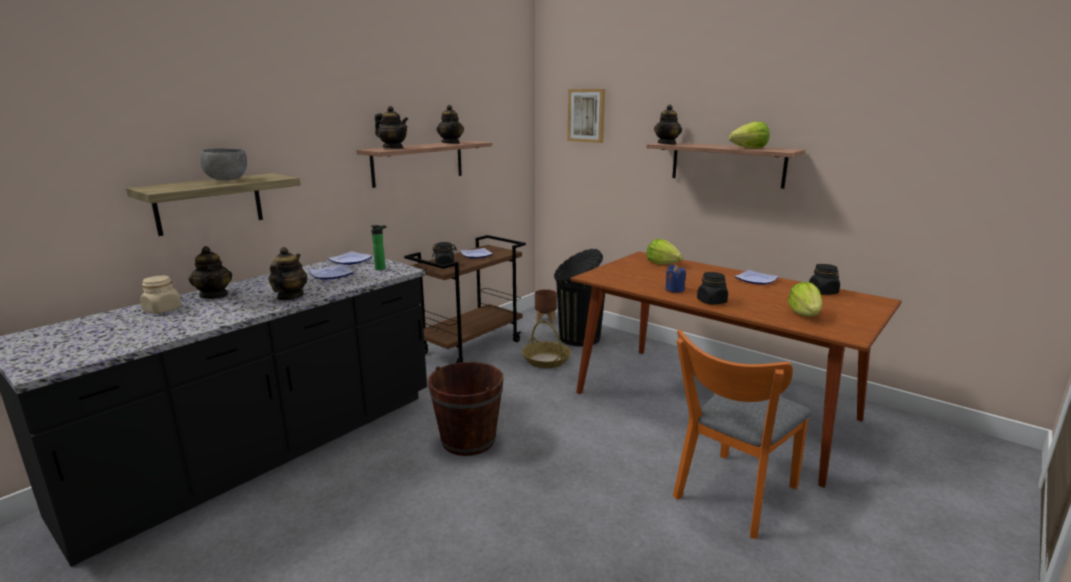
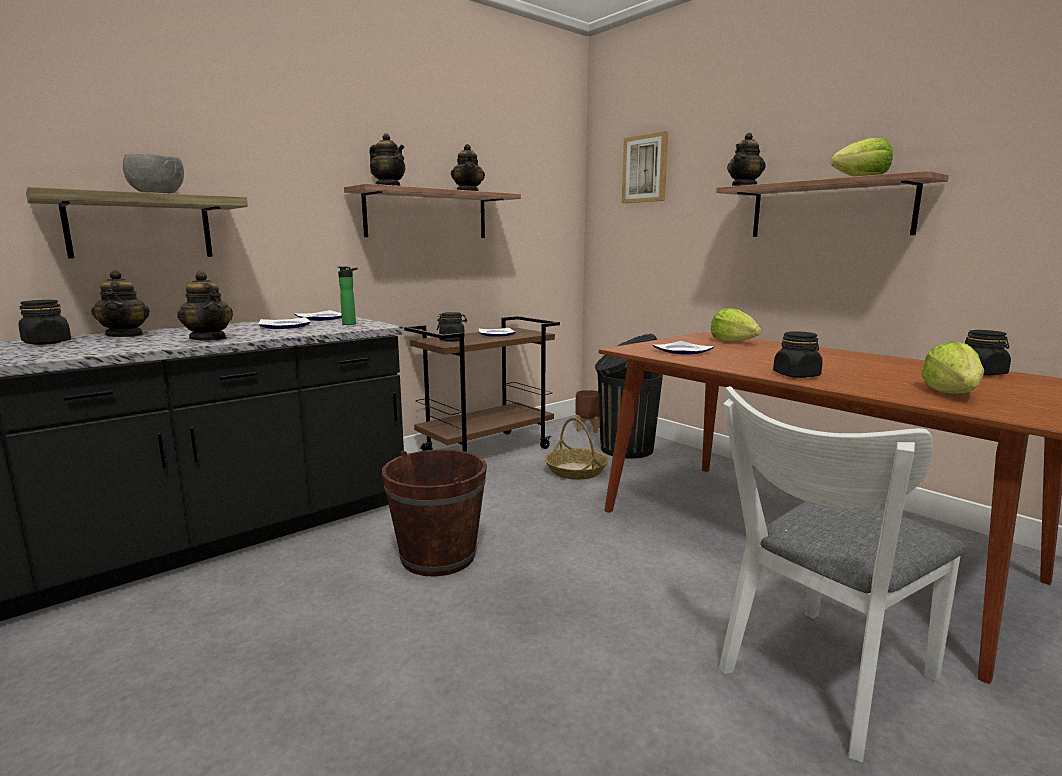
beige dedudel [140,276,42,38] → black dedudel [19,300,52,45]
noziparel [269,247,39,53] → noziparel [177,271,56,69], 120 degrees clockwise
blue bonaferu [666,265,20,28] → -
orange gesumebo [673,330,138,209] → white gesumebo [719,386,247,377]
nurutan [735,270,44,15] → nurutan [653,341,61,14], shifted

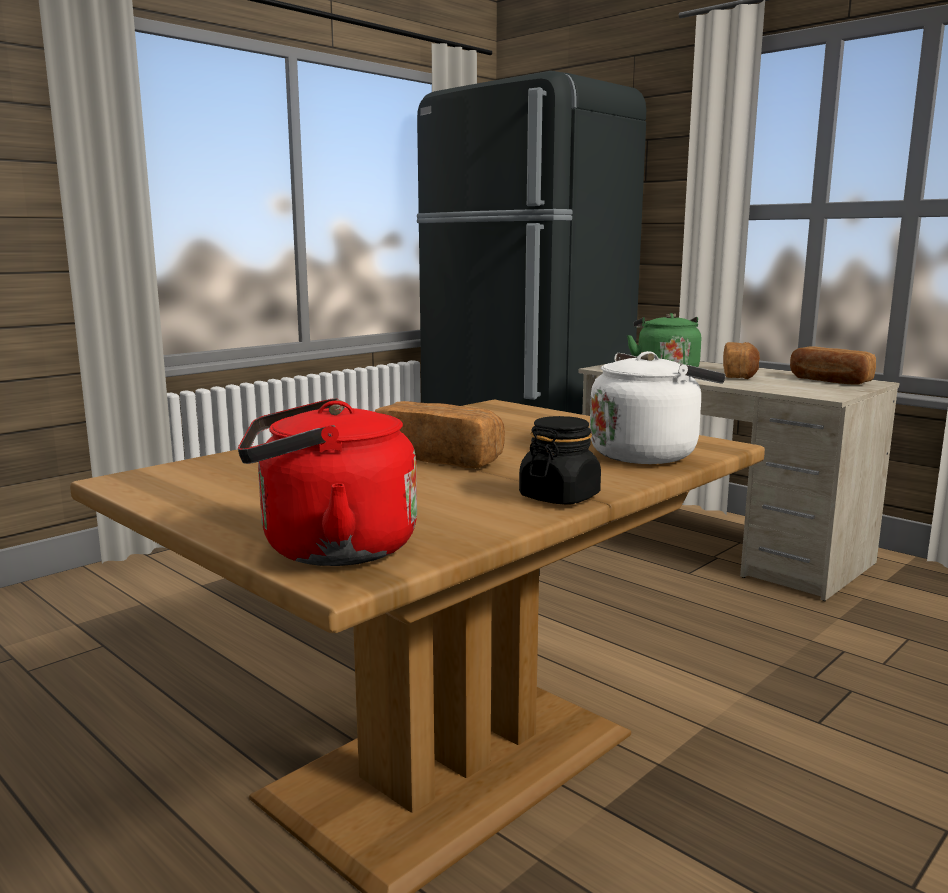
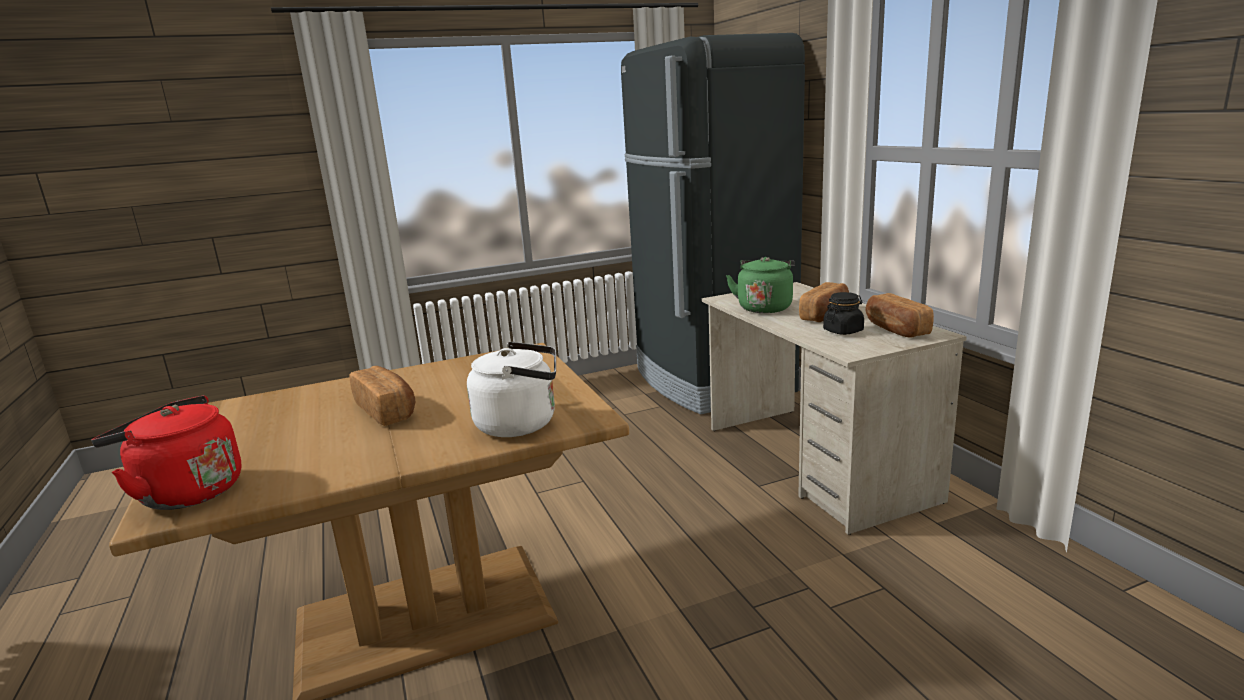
black dedudel [519,416,82,89] → black dedudel [823,292,41,43], shifted

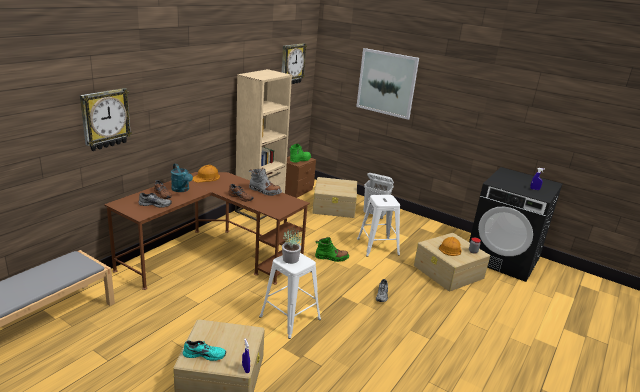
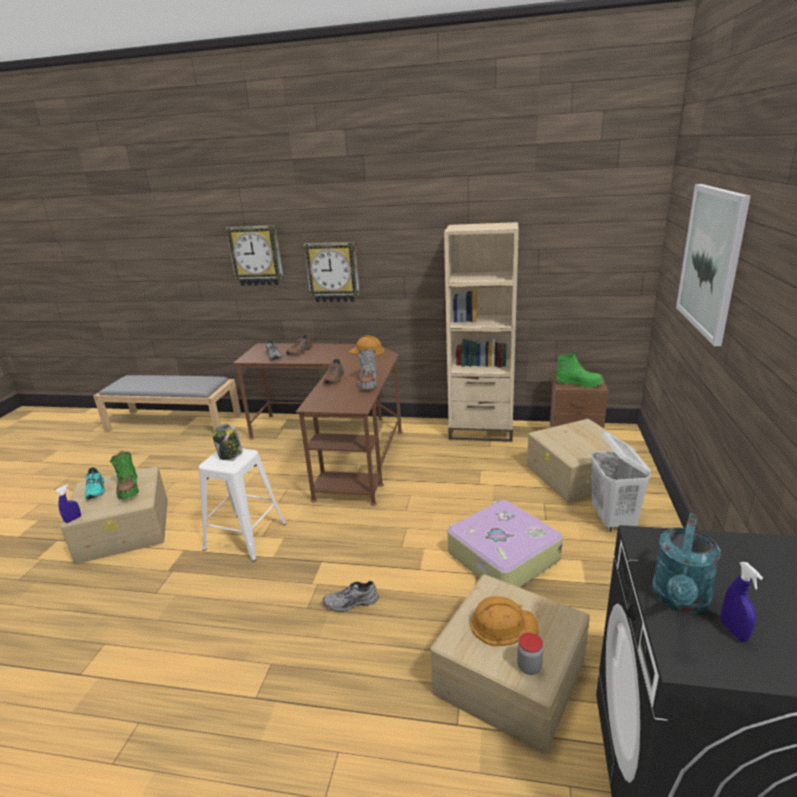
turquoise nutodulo [171,163,22,29] → turquoise nutodulo [651,513,70,101], shifted
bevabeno [282,43,25,41] → bevabeno [303,242,57,60], shifted
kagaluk [282,229,20,35] → dedudel [212,424,31,36]
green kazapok [315,237,34,25] → green kazapok [110,451,29,49], shifted
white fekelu [357,195,43,62] → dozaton [448,500,115,87]

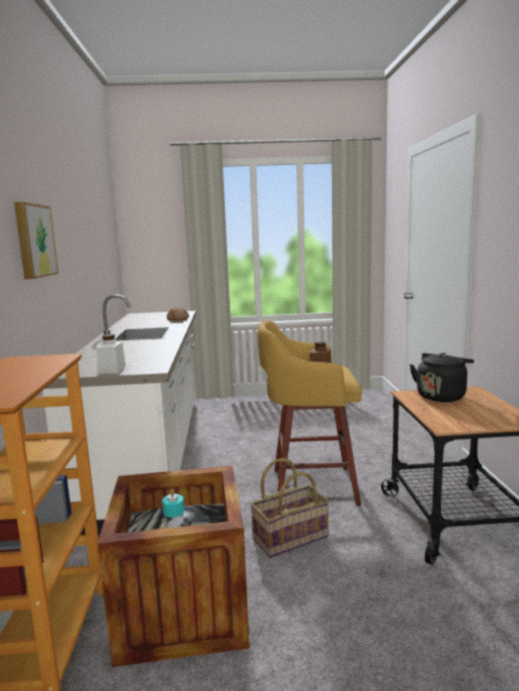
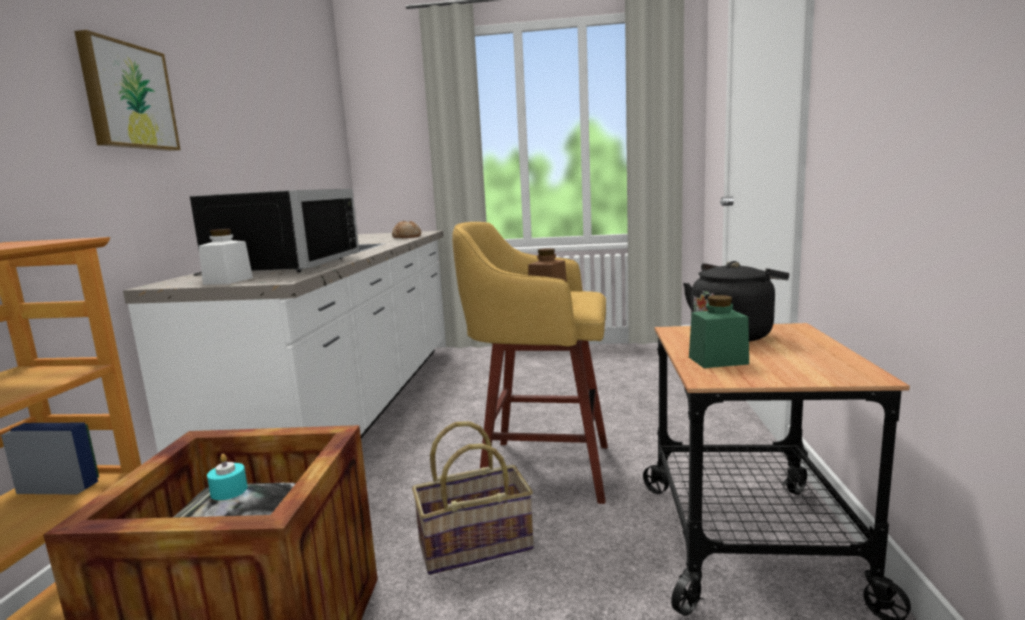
- → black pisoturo [190,189,169,87]
- → green dedudel [689,295,60,73]

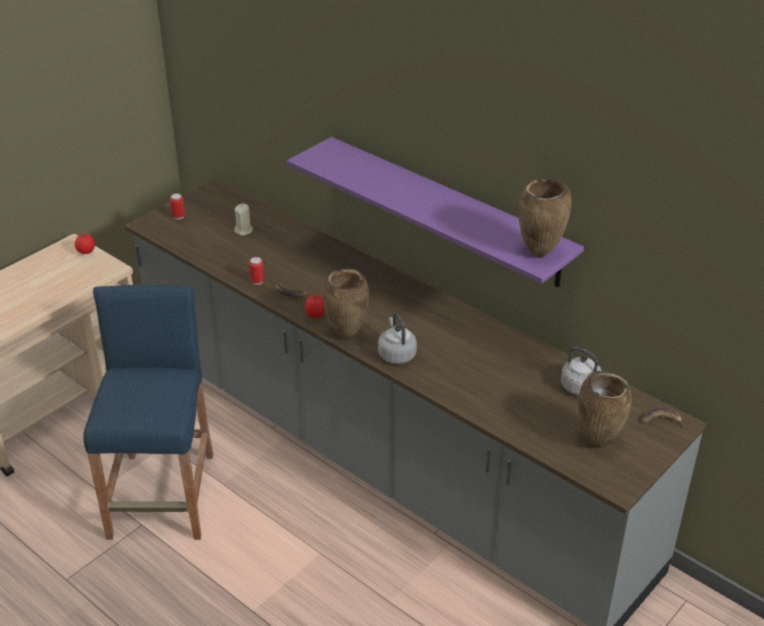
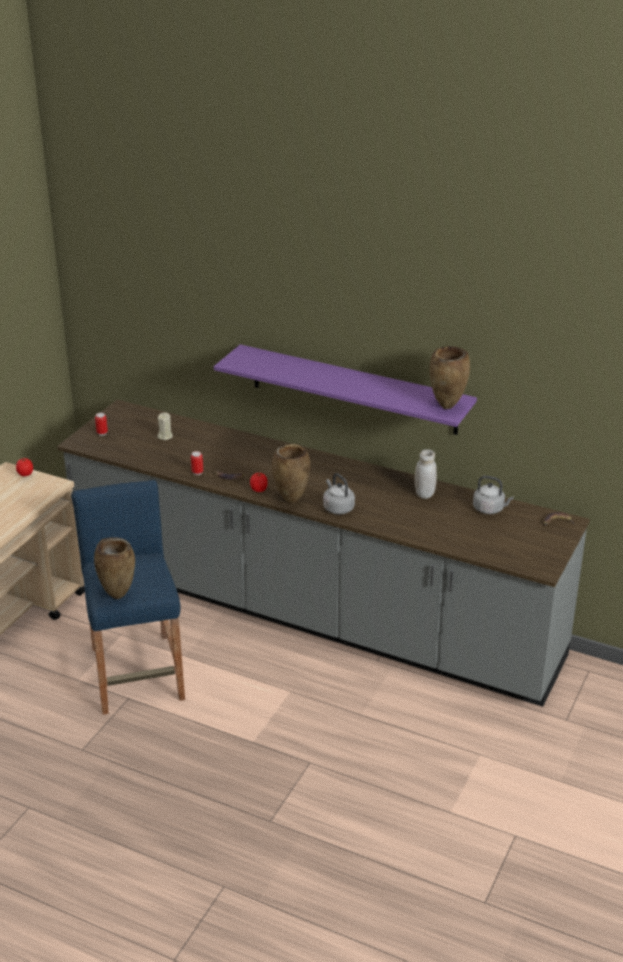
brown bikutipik [578,371,54,77] → brown bikutipik [94,537,41,62], shifted
- → white dedudel [415,449,22,50]

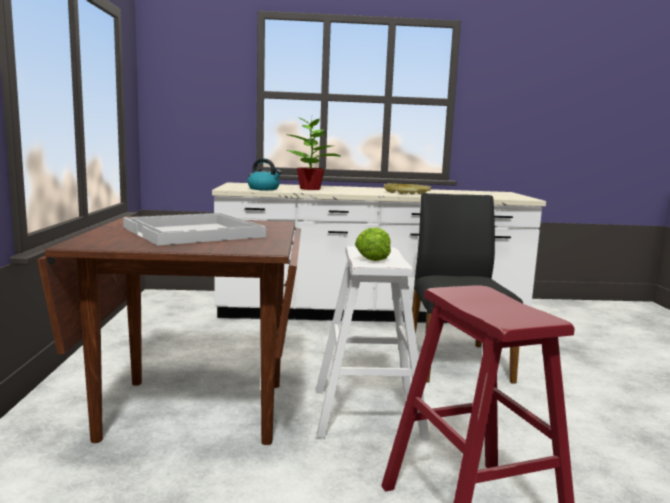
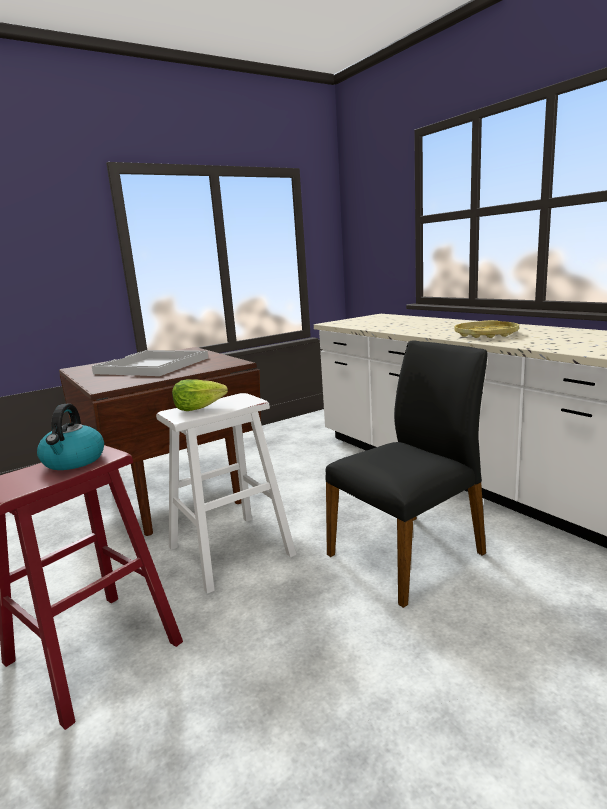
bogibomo [248,159,34,31] → bogibomo [37,403,67,67], shifted
kagaluk [286,114,55,76] → -

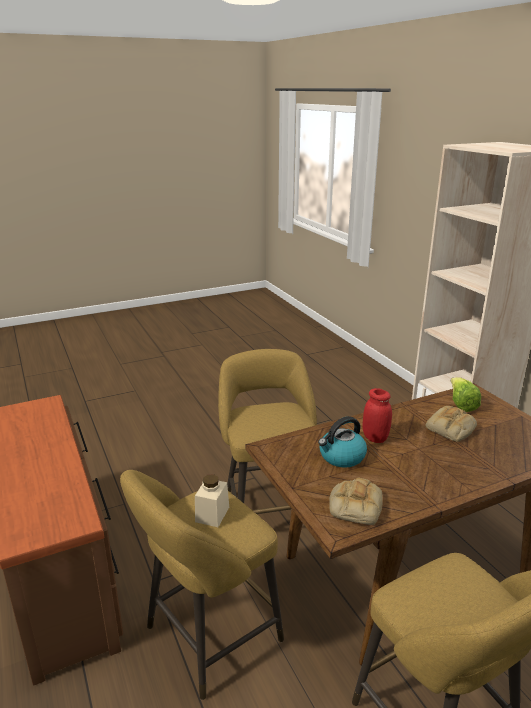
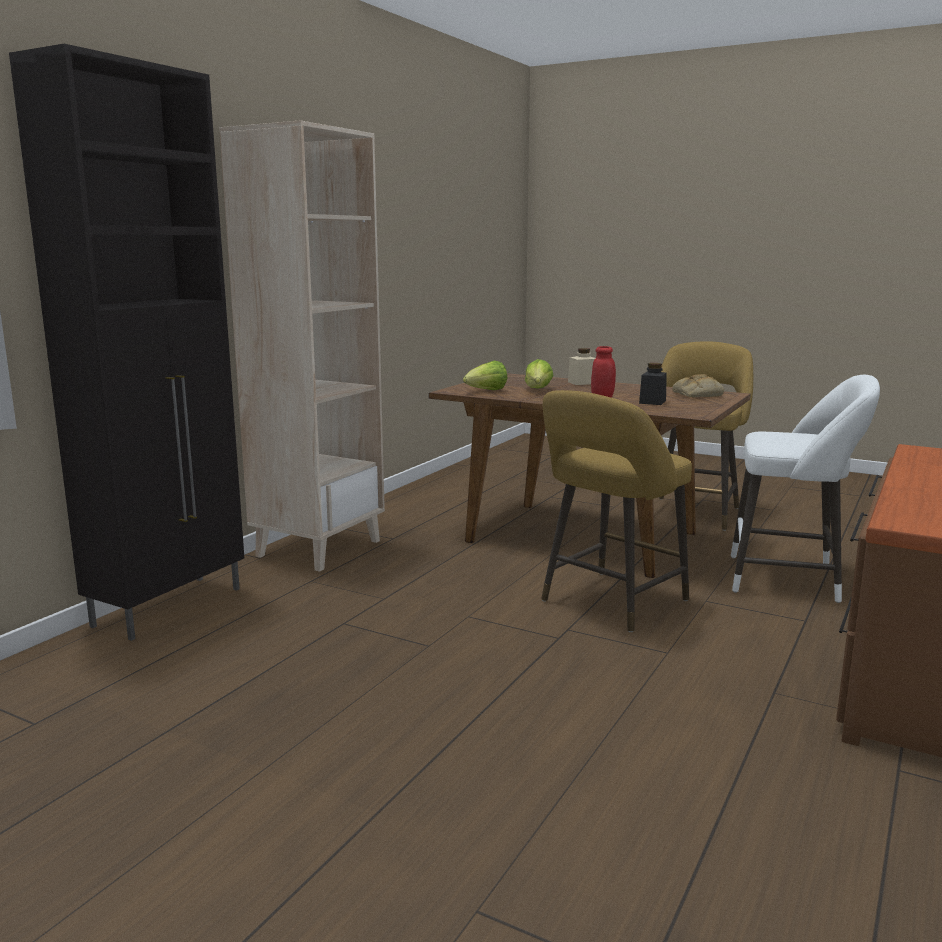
yellow fekelu [120,470,164,230] → white fekelu [731,375,149,228]
beige dedudel [195,474,34,53] → beige dedudel [568,348,27,37], shifted
bogibomo [318,416,49,52] → black dedudel [639,363,28,42]
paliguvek [425,406,52,36] → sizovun [525,359,28,30]
- → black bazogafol [9,44,235,597]

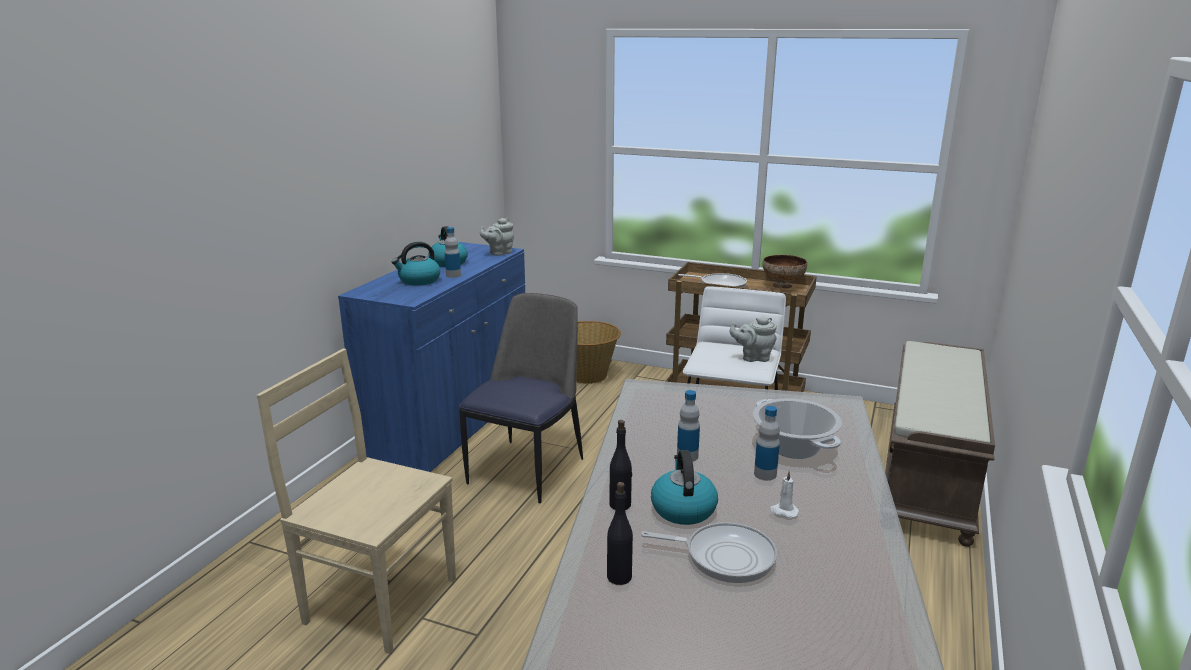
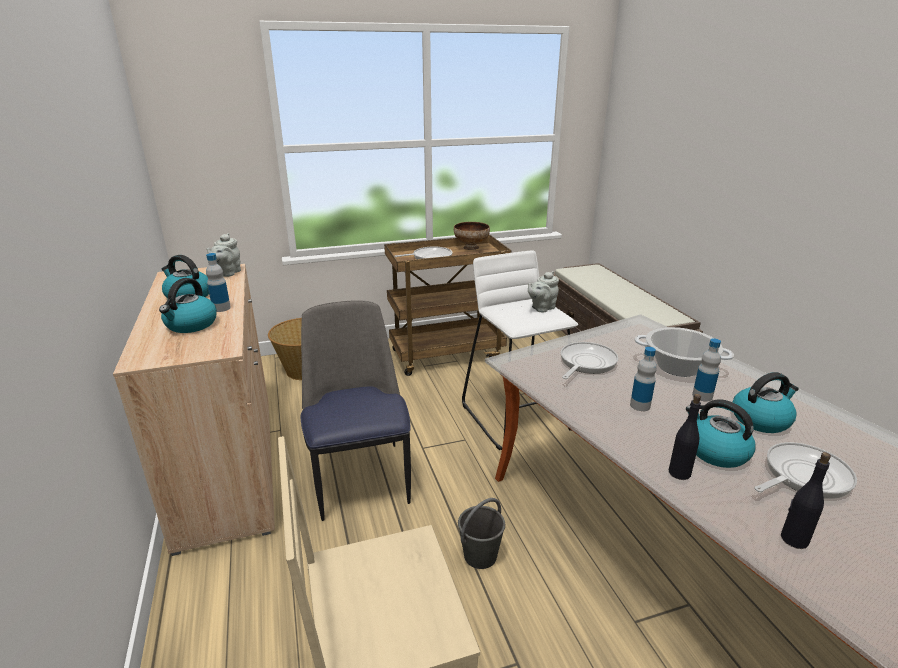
blue bazogafol [338,242,187,230] → beige bazogafol [113,264,162,292]
white bonaferu [769,471,30,47] → bogibomo [733,372,66,61]
- → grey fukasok [458,498,47,71]
- → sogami [561,342,57,37]

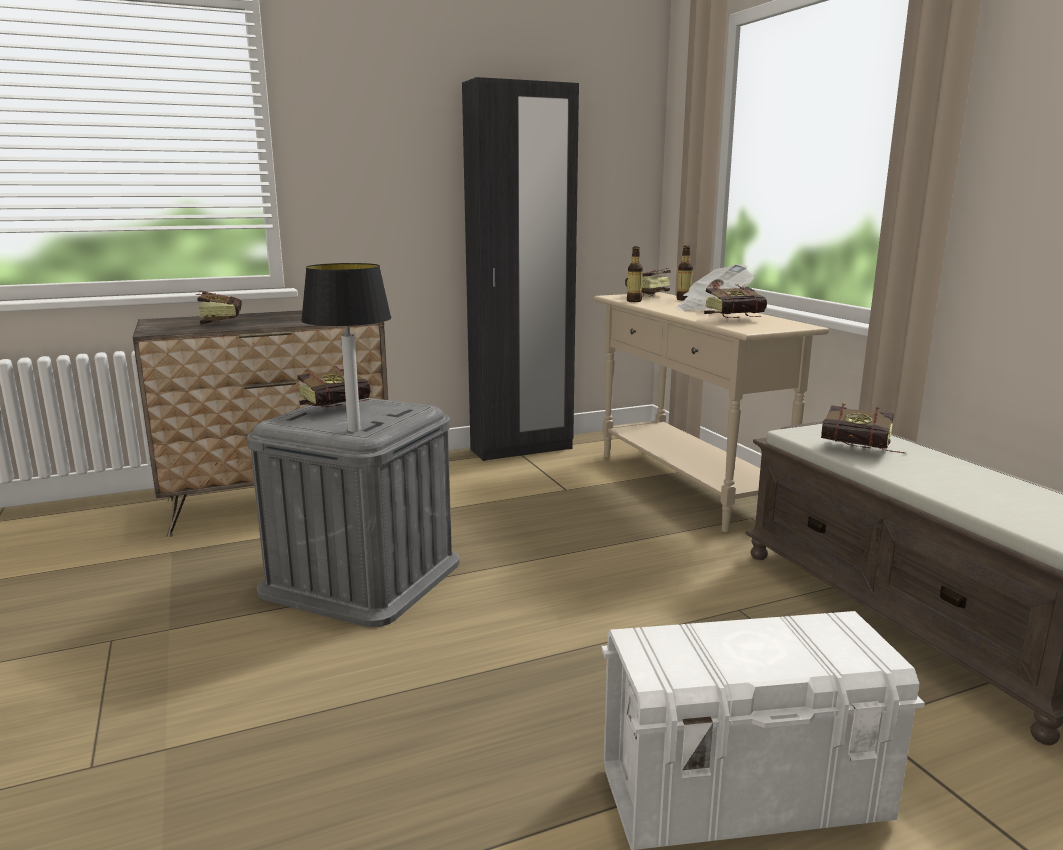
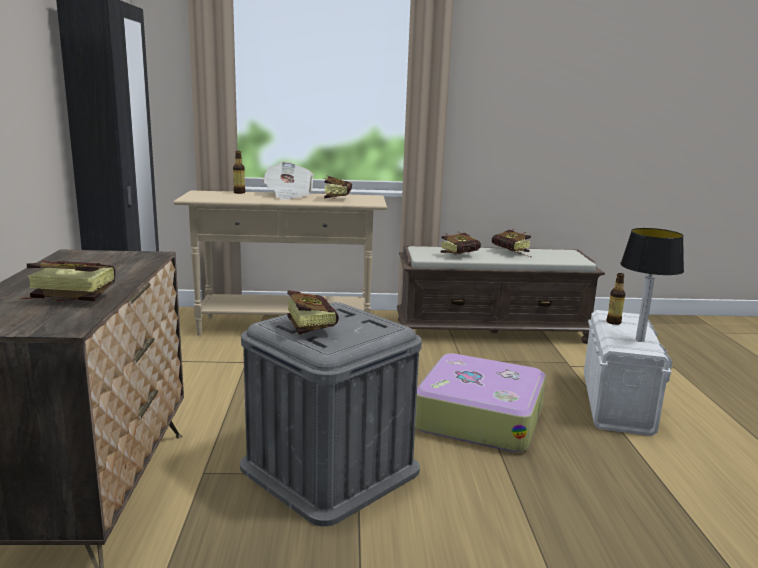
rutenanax [301,263,90,169] → rutenanax [620,228,64,114], shifted
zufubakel [625,268,46,29] → zufubakel [492,229,39,28], shifted
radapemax [627,246,16,56] → radapemax [606,273,19,52], shifted
- → dozaton [415,353,131,99]

